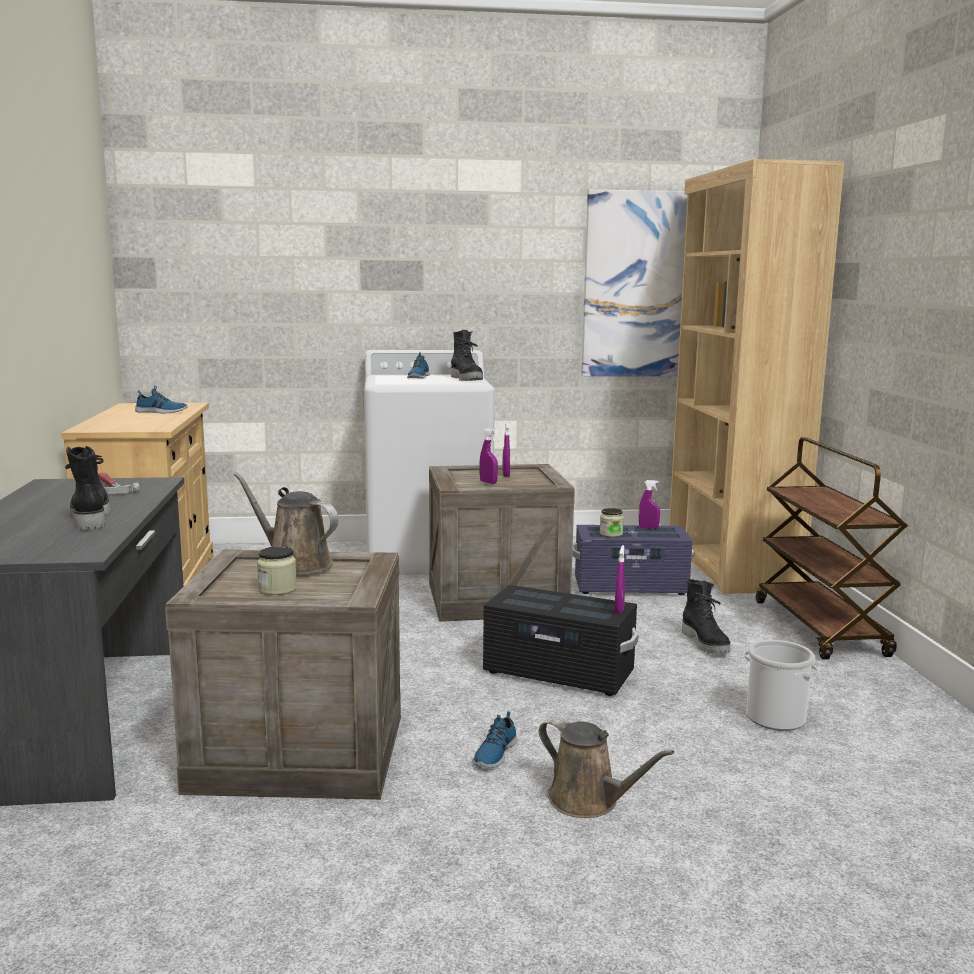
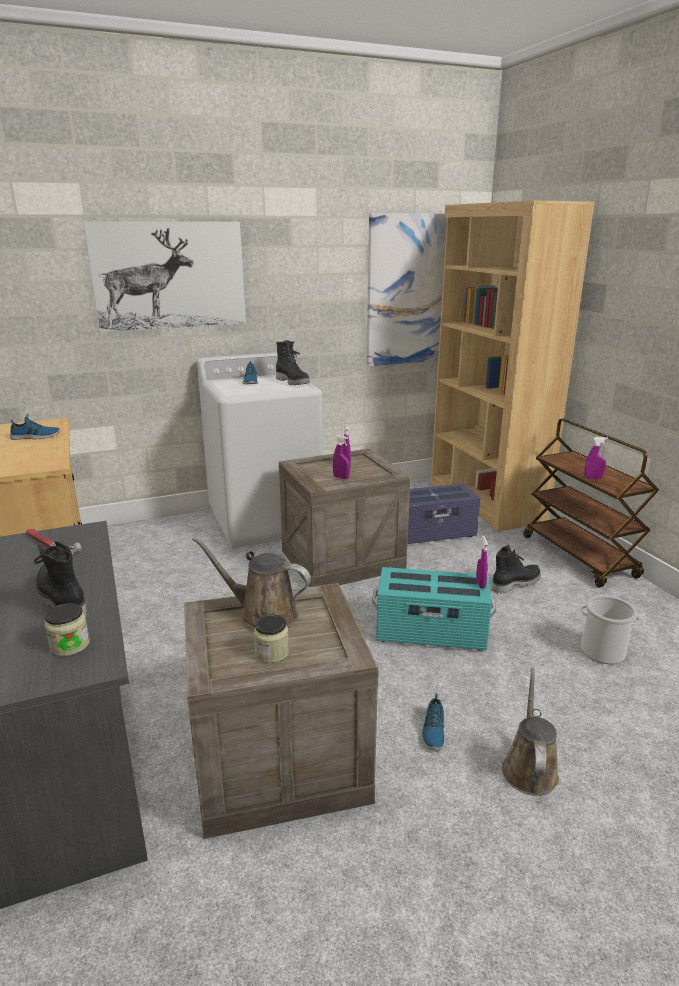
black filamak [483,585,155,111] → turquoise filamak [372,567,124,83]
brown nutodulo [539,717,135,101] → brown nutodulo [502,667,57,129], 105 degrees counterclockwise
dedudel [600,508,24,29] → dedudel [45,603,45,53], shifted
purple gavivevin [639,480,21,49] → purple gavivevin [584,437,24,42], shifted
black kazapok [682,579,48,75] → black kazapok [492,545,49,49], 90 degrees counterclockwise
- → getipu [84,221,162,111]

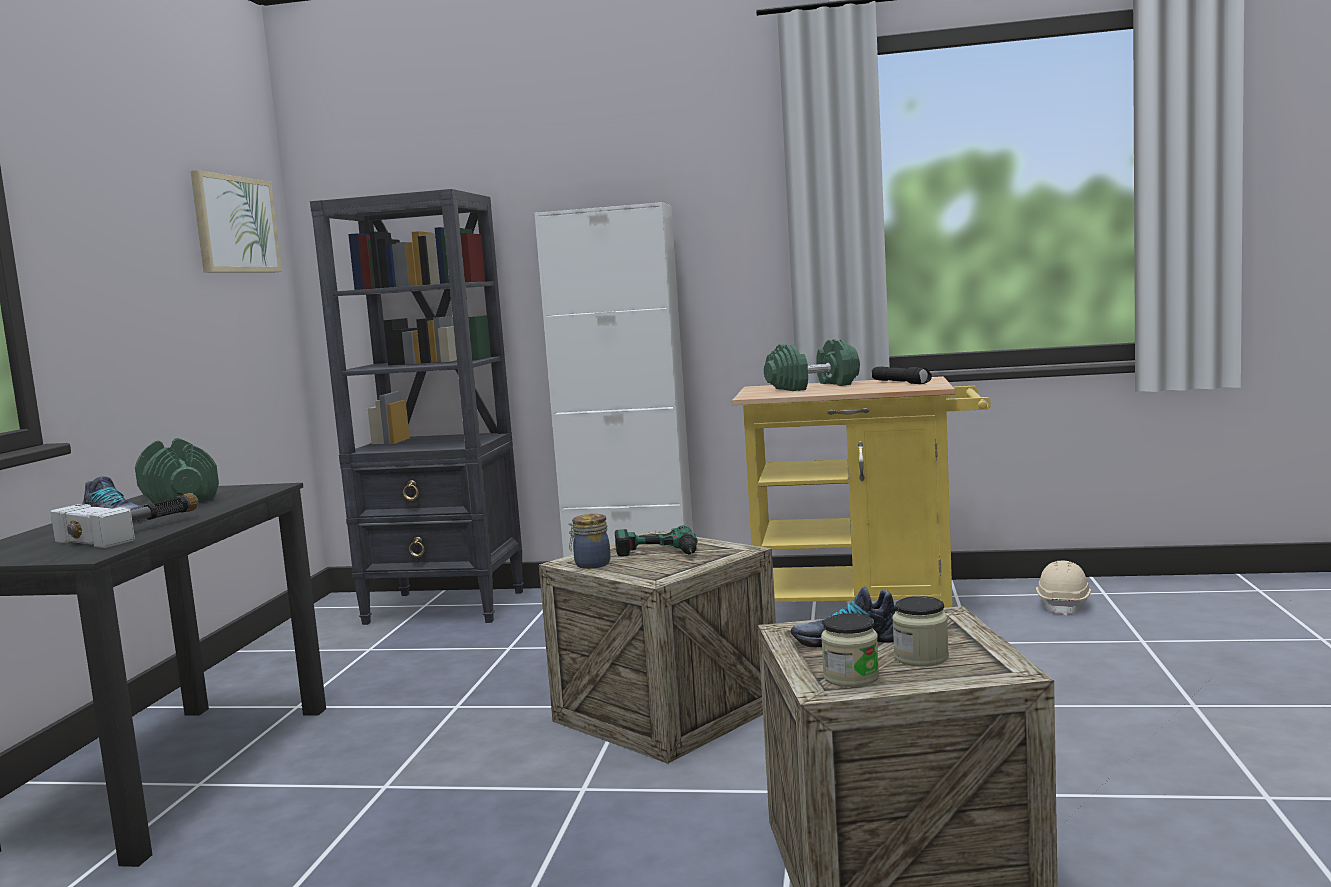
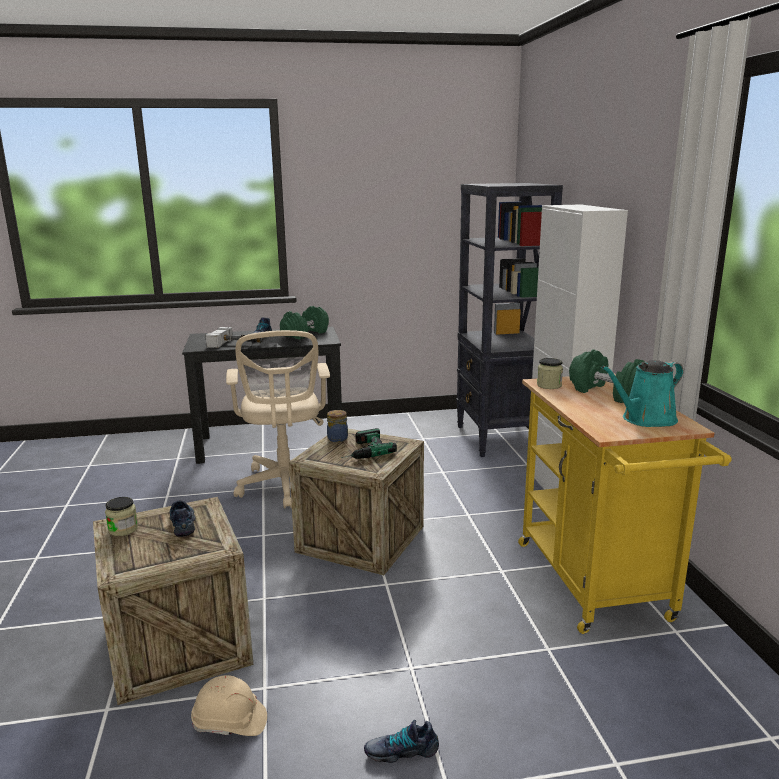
getipu [191,170,91,103] → -
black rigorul [872,367,60,17] → turquoise nutodulo [601,360,82,67]
dedudel [892,596,57,71] → dedudel [537,358,26,31], shifted
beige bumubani [1036,561,55,55] → beige bumubani [191,675,76,61], shifted
- → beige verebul [226,330,104,178]
- → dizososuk [364,720,75,43]

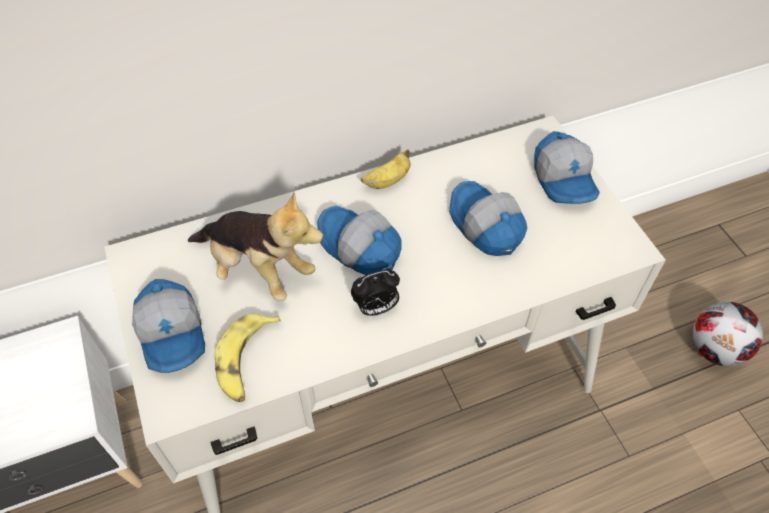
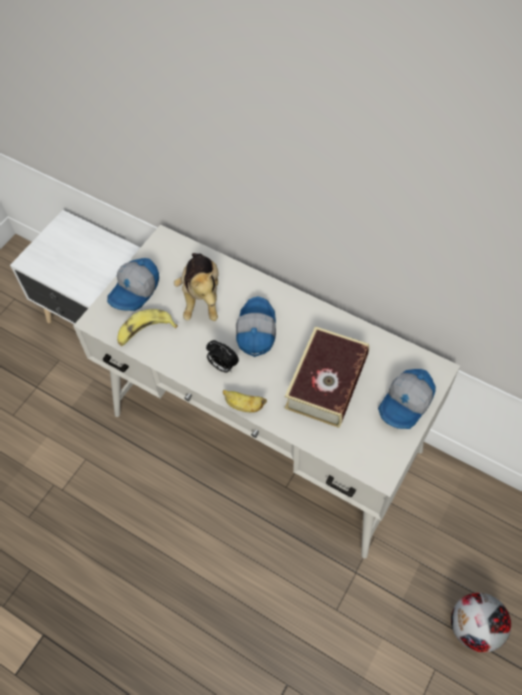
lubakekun [361,149,49,40] → lubakekun [223,390,44,22], shifted
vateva [449,181,79,75] → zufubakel [285,326,84,102]

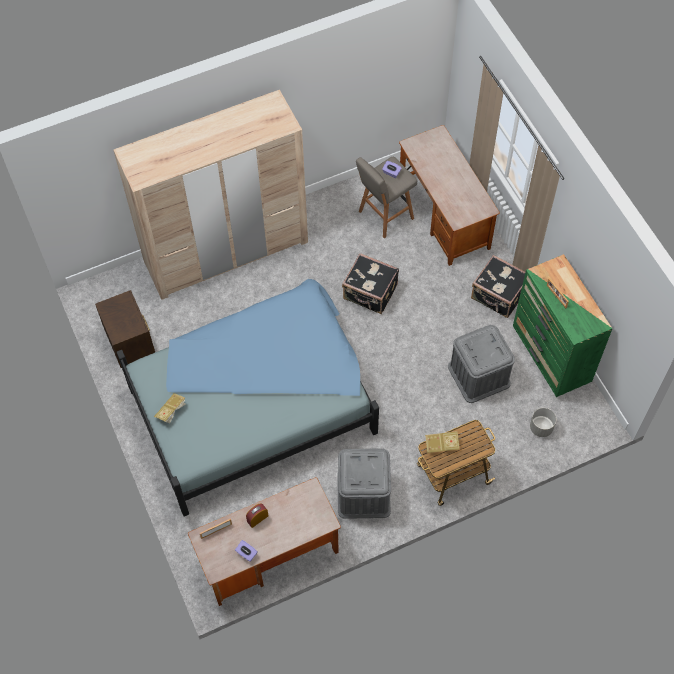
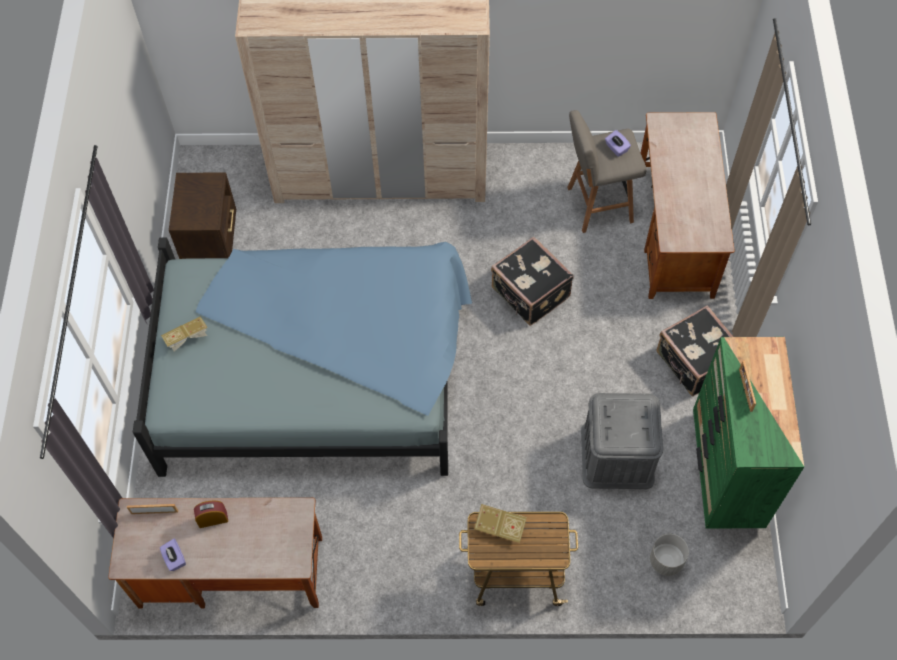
grey filamak [337,448,54,71] → -

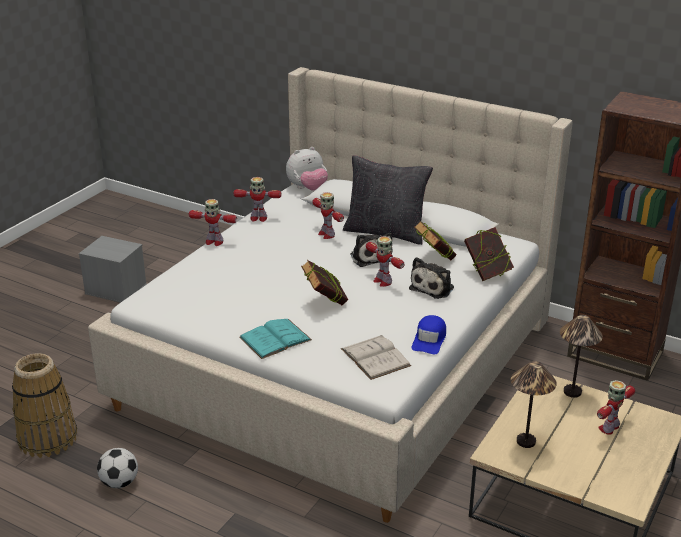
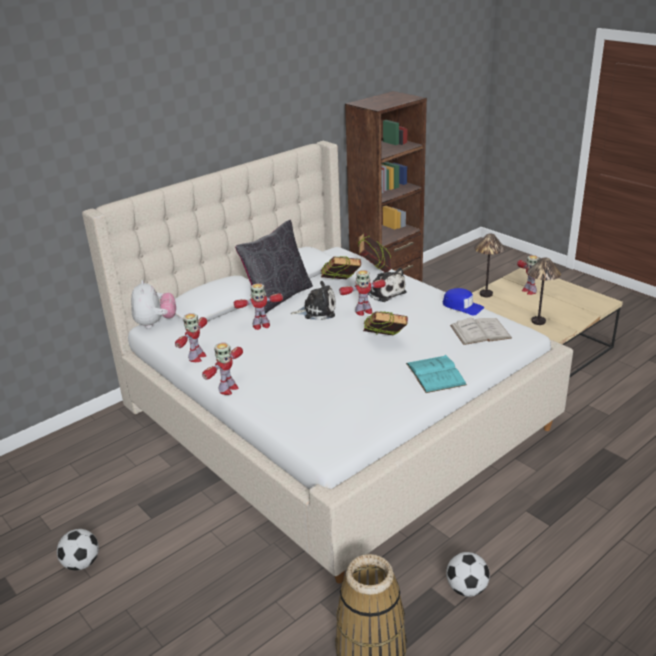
grey filamak [79,236,68,67] → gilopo [57,529,42,42]

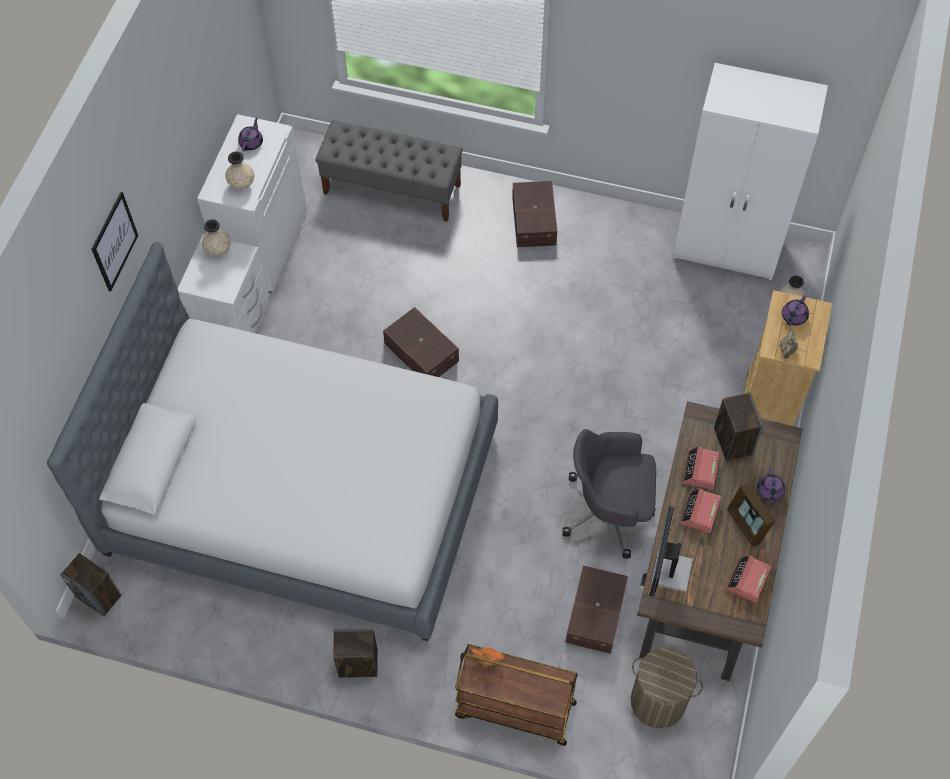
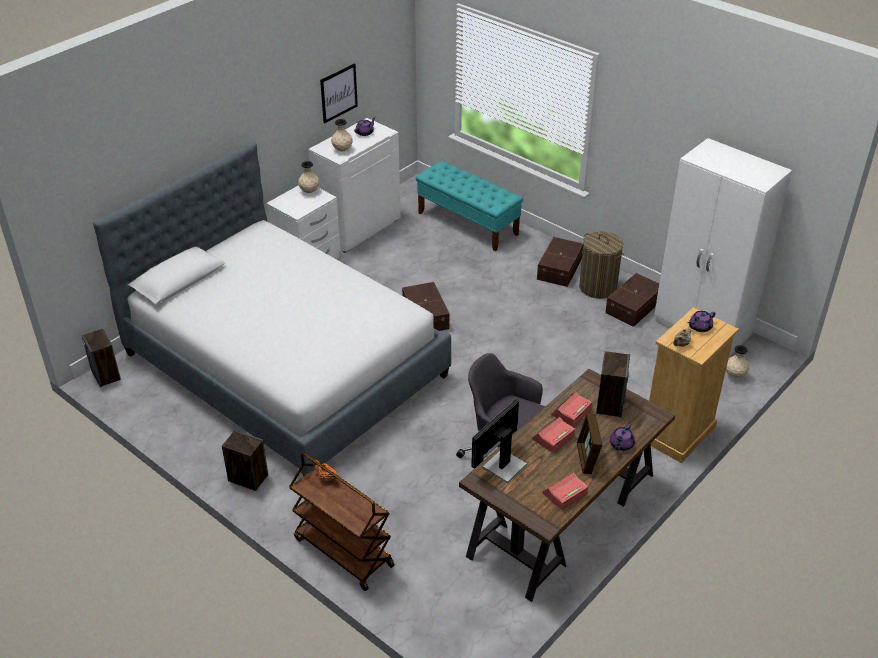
getipu [92,192,46,100] → getipu [320,63,38,61], shifted
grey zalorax [315,120,148,102] → turquoise zalorax [416,161,107,90]
brown filamak [565,566,63,88] → brown filamak [605,273,54,54], shifted
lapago [631,648,72,80] → lapago [579,231,45,68], shifted

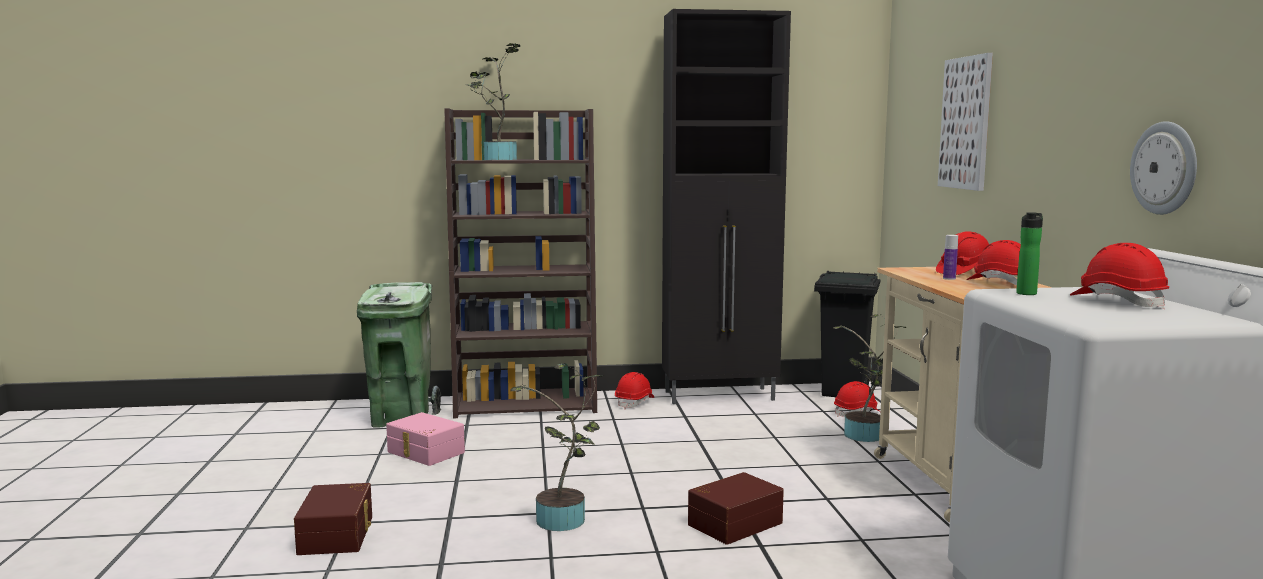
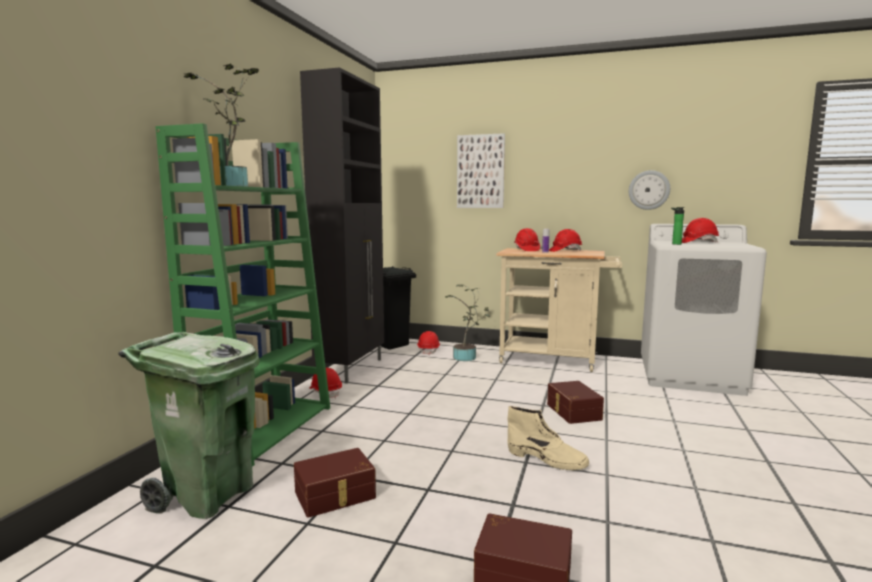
pink filamak [386,412,79,54] → brown filamak [294,448,82,70]
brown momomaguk [444,108,153,310] → green momomaguk [155,123,175,344]
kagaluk [510,363,94,168] → beige kazapok [507,406,82,65]

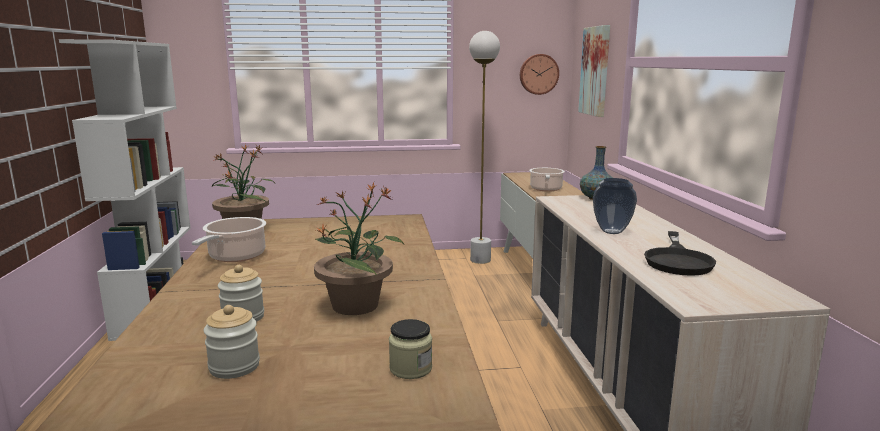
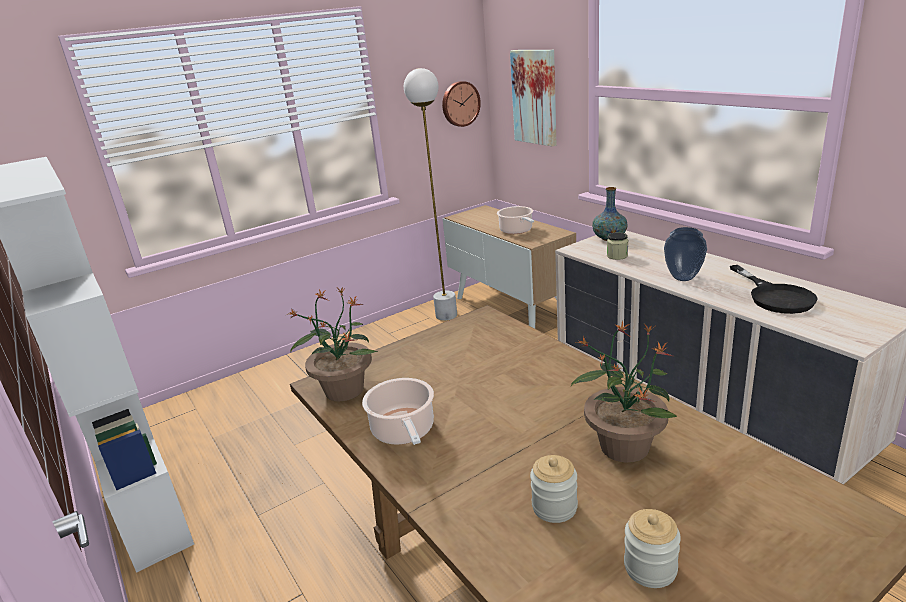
dedudel [389,319,43,60] → dedudel [607,232,21,28], shifted

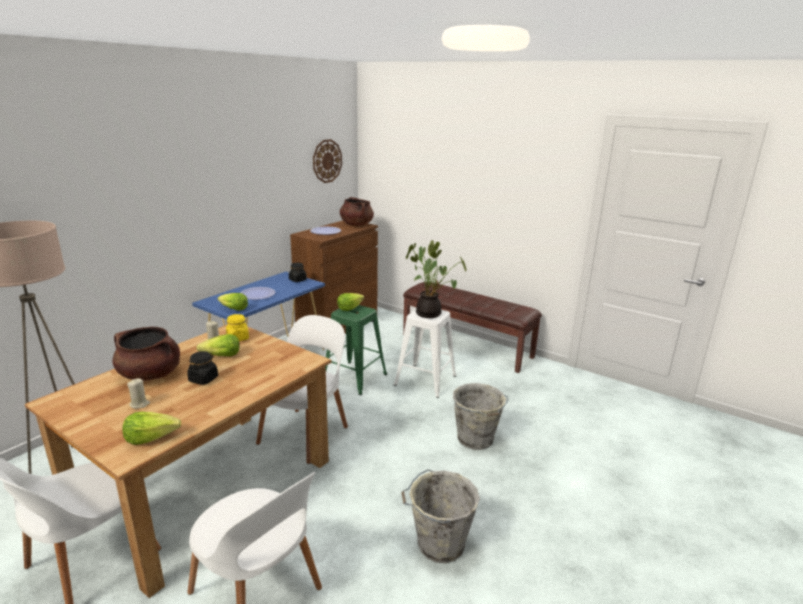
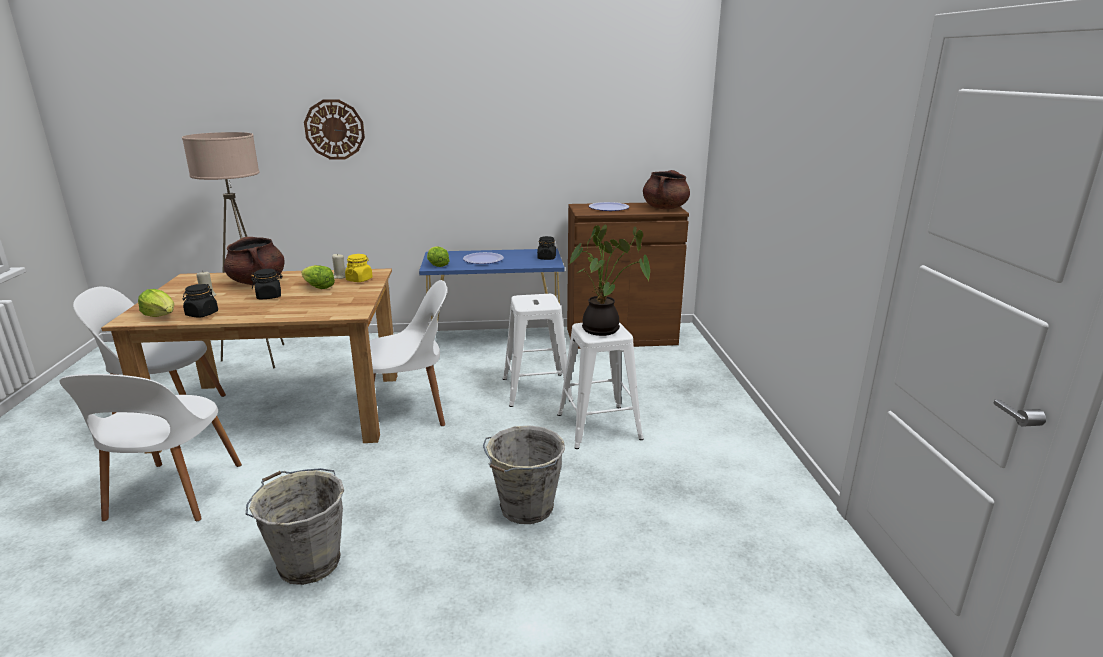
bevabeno [313,139,29,44] → bevabeno [304,99,61,61], shifted
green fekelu [326,305,61,90] → white fekelu [503,294,70,113]
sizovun [337,293,27,18] → -
brown zalorax [403,282,139,91] → -
- → black dedudel [183,284,35,33]

